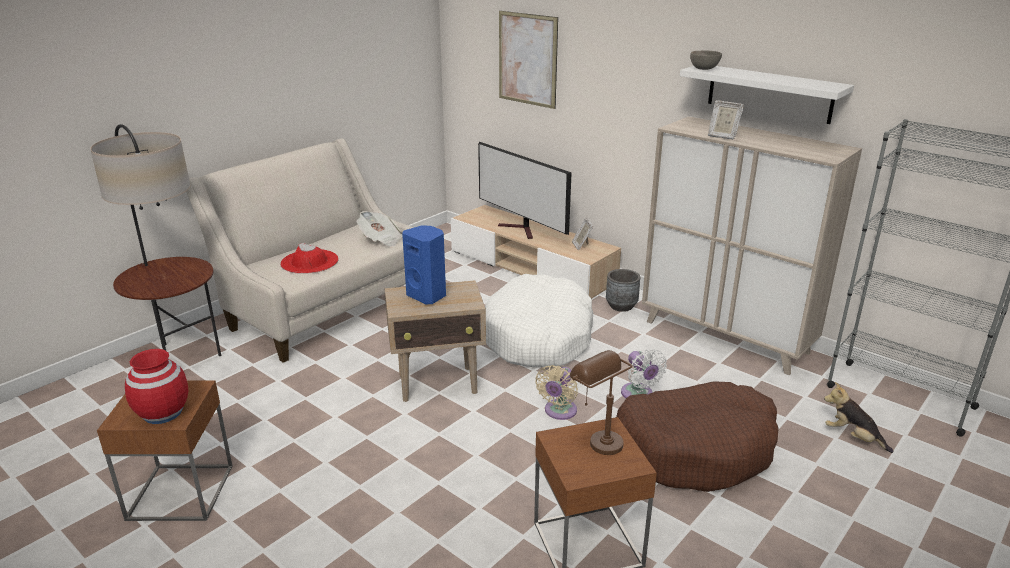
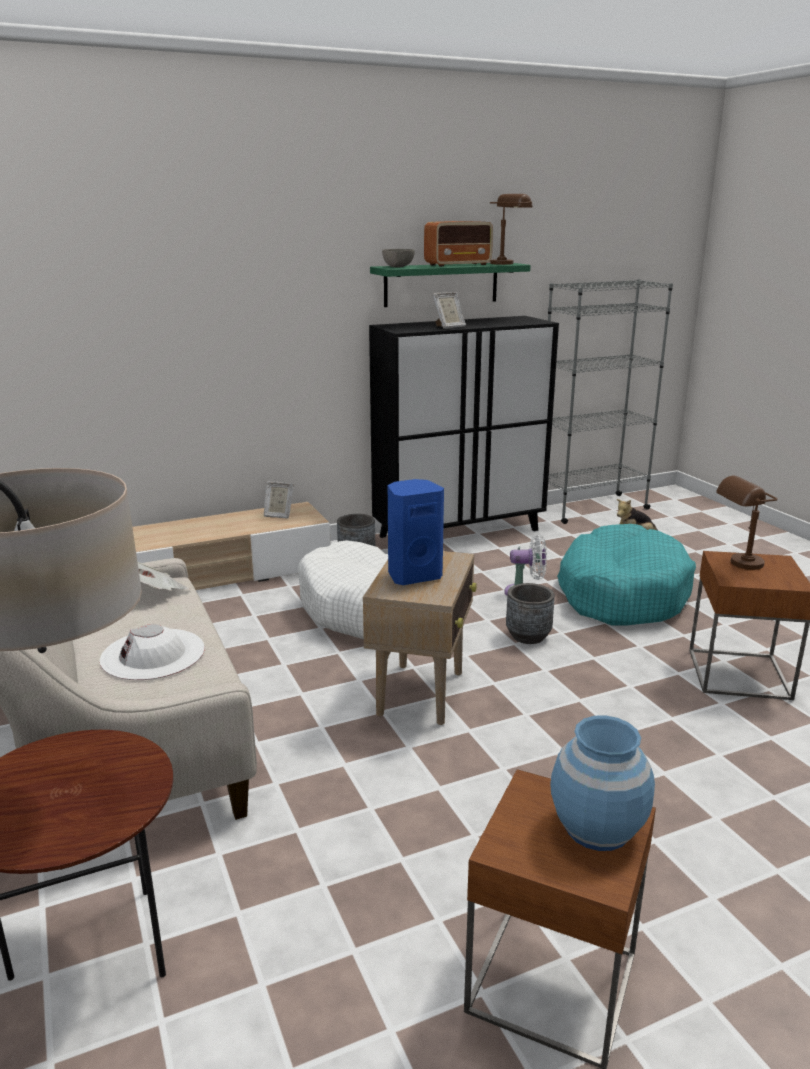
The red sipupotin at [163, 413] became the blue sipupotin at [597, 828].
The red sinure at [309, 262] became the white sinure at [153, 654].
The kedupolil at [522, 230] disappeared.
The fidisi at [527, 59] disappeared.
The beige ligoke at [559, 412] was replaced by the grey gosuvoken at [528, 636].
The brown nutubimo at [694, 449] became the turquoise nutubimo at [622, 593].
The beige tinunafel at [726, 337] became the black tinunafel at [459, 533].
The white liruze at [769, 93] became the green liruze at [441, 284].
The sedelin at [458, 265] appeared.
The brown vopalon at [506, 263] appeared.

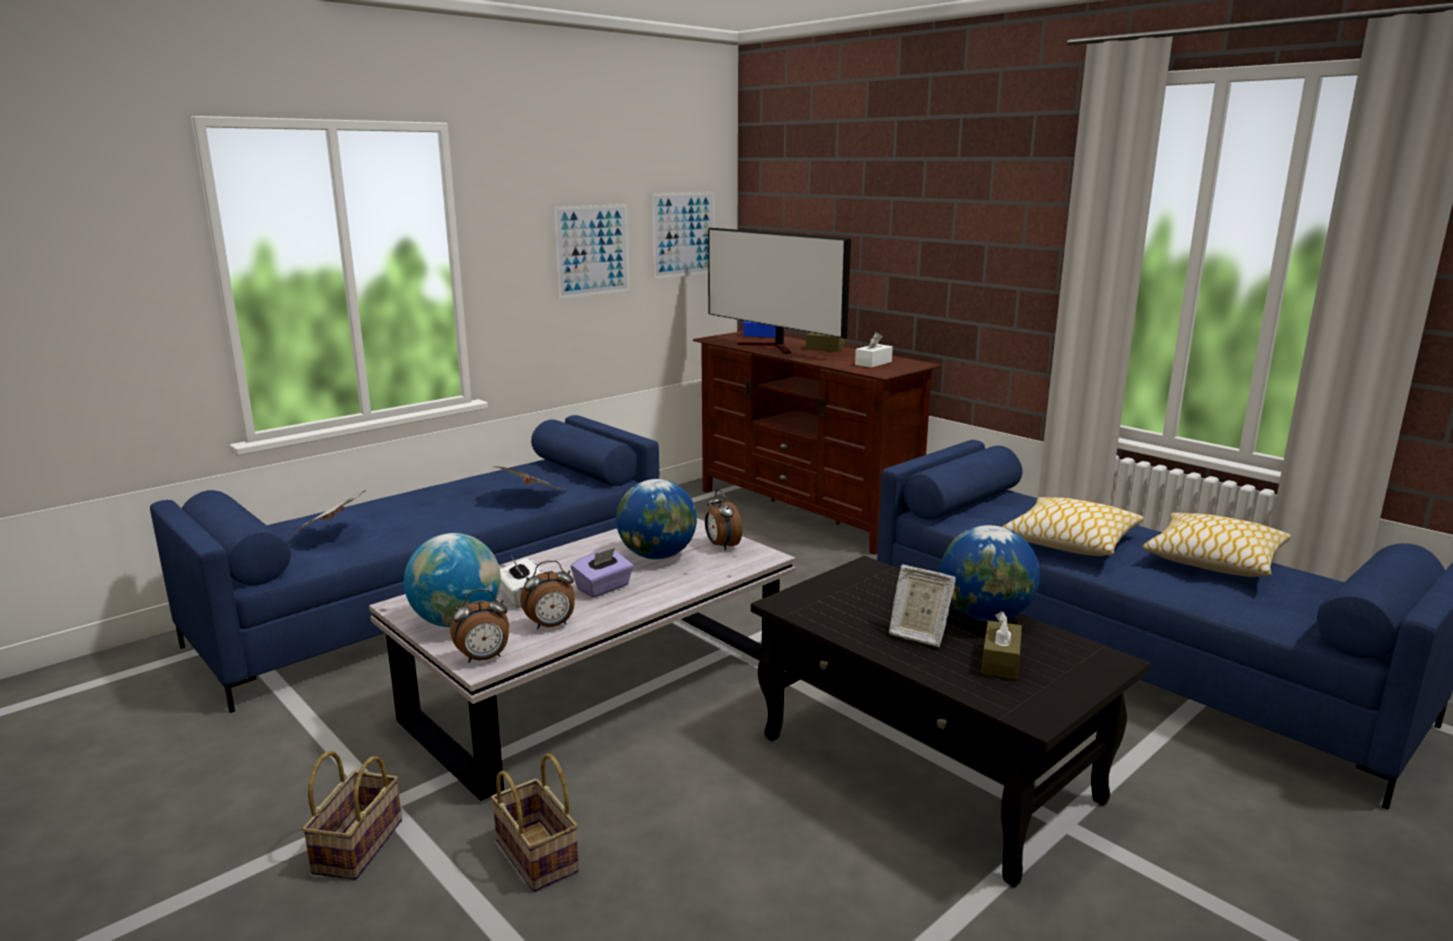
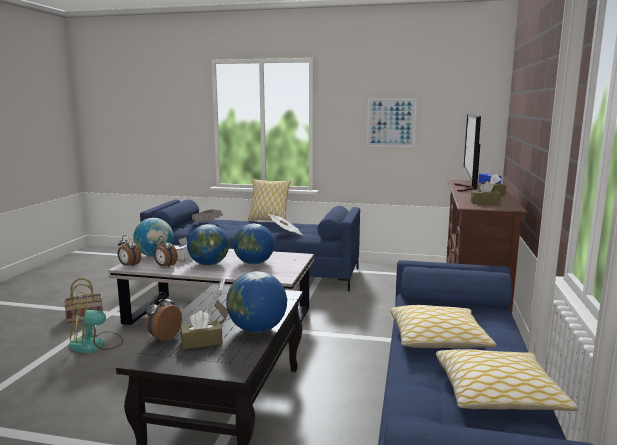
The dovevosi at [539, 856] was replaced by the ligoke at [95, 345].
The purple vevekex at [603, 588] was replaced by the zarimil at [209, 264].
The fidisi at [683, 234] disappeared.
The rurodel moved from [721, 546] to [163, 337].
The white vevekex at [873, 363] became the brown vevekex at [485, 203].
The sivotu at [268, 220] appeared.

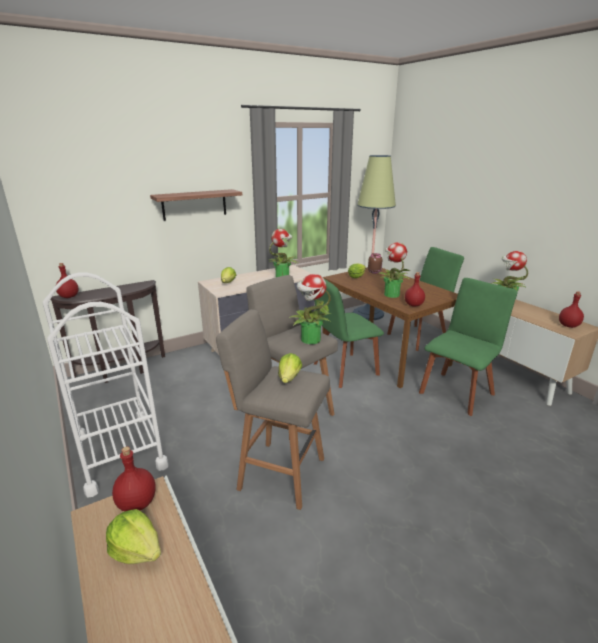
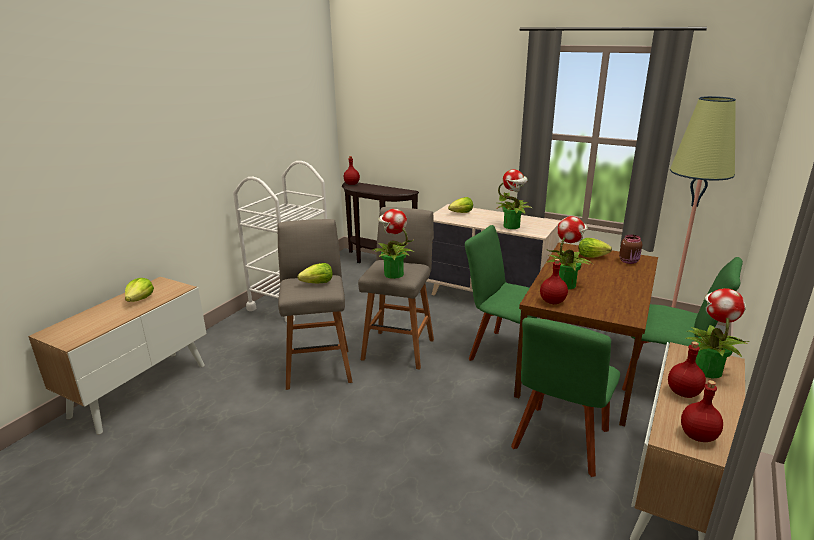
The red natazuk moved from [137, 503] to [684, 392].
The liruze at [194, 204] disappeared.
The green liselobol at [457, 391] turned 105 degrees clockwise.

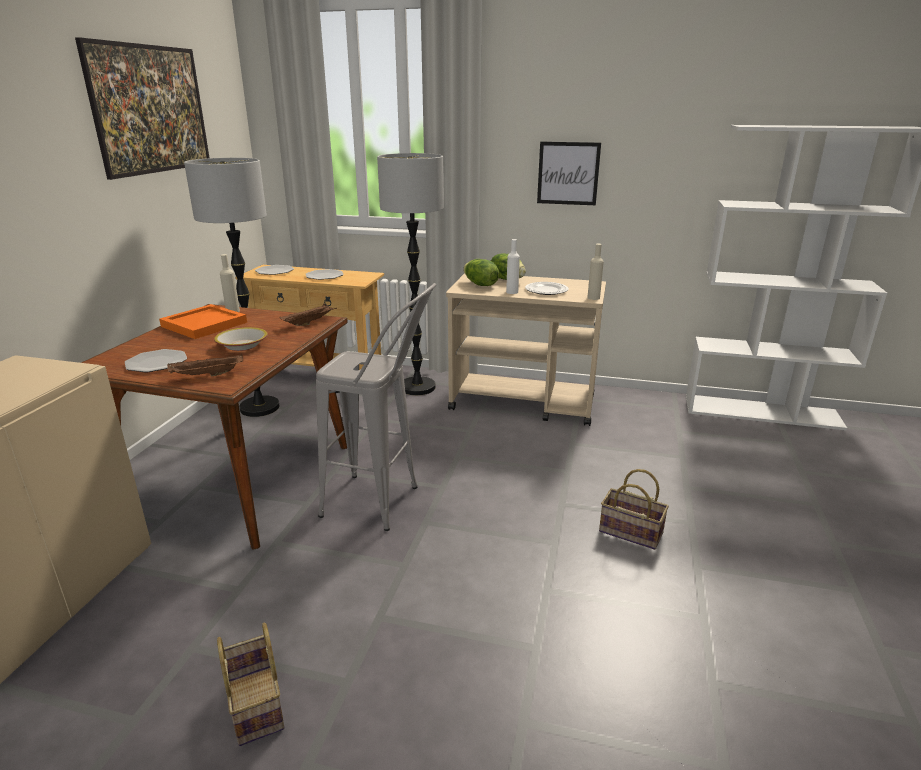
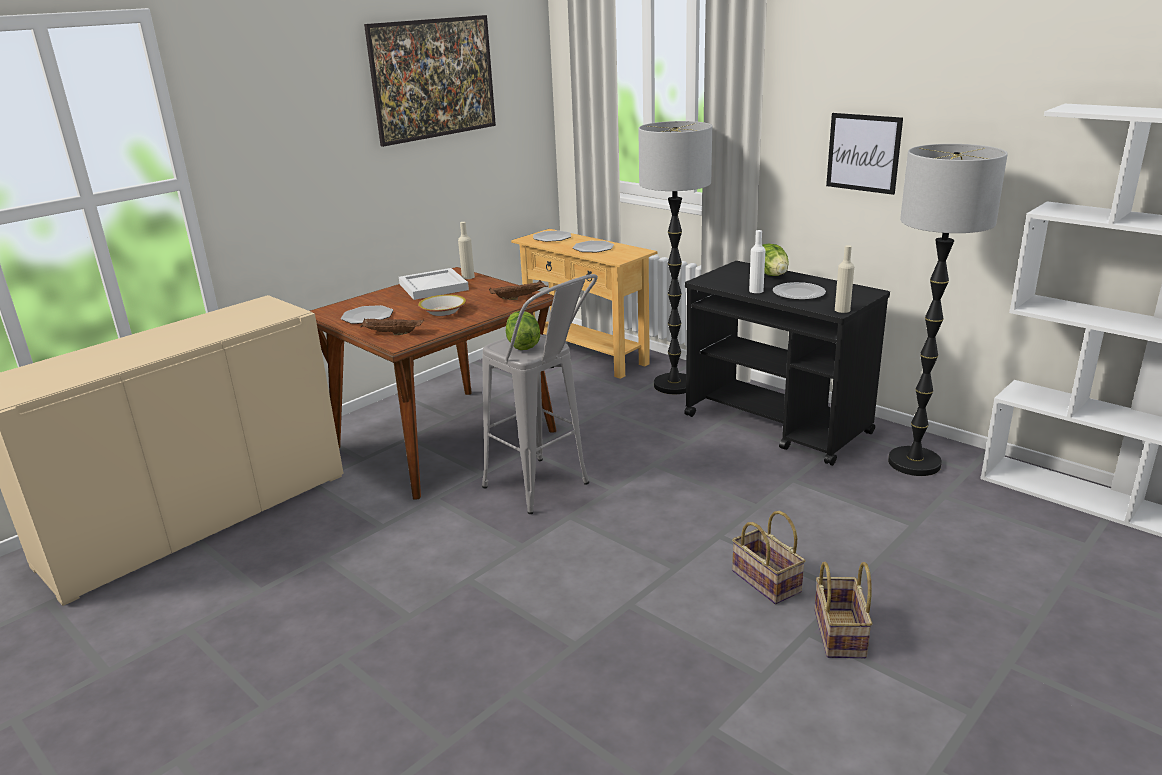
The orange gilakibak at [205, 324] became the white gilakibak at [434, 287].
The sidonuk moved from [260, 408] to [914, 463].
The dovevosi moved from [258, 706] to [841, 635].
The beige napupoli at [524, 403] became the black napupoli at [778, 425].
The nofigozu moved from [480, 284] to [522, 345].

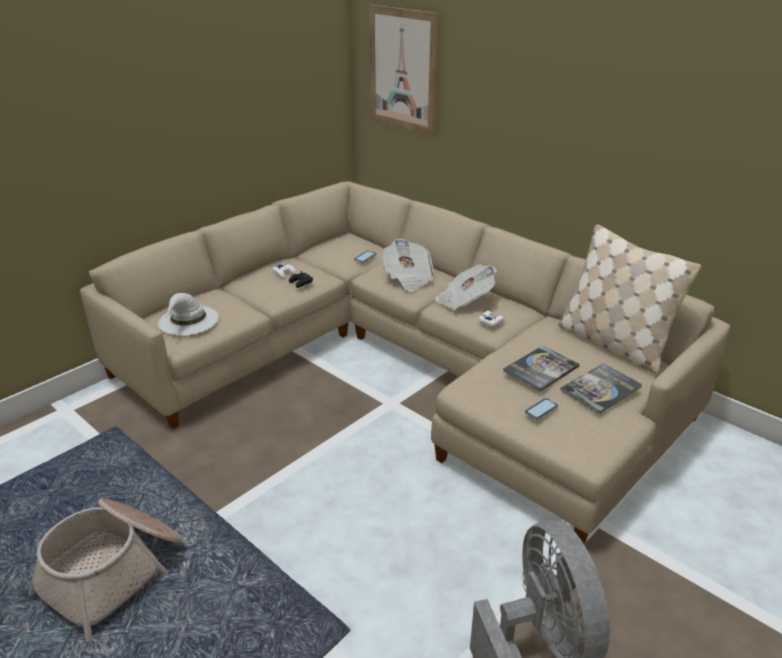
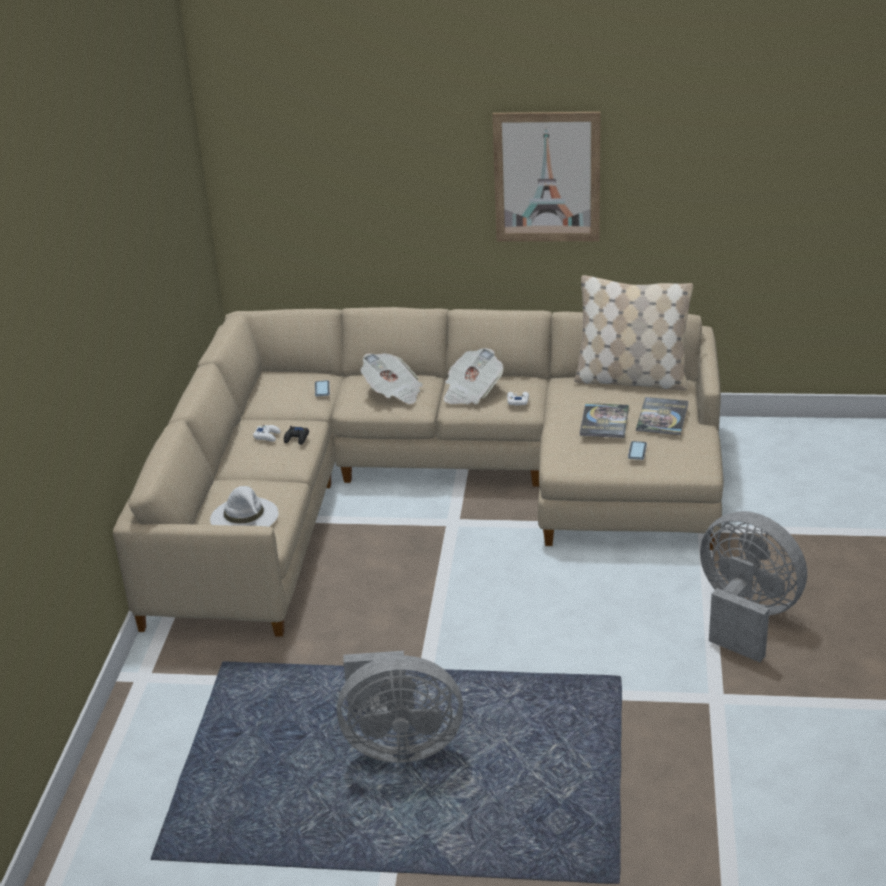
The dovevosi at [115, 572] was replaced by the grey ligoke at [399, 745].
The fidisi moved from [403, 70] to [547, 177].

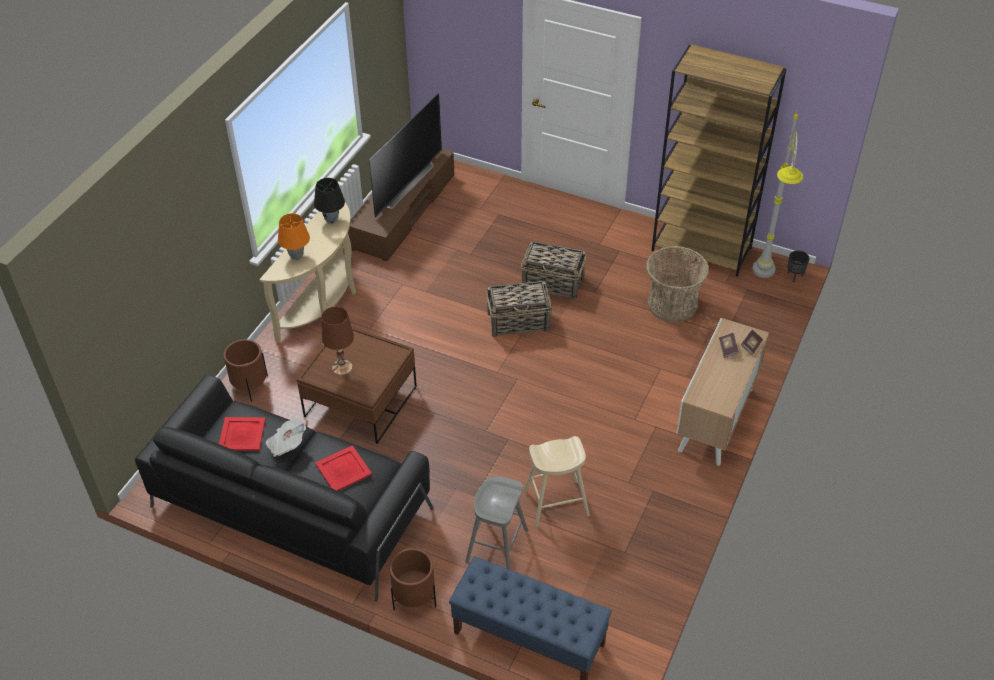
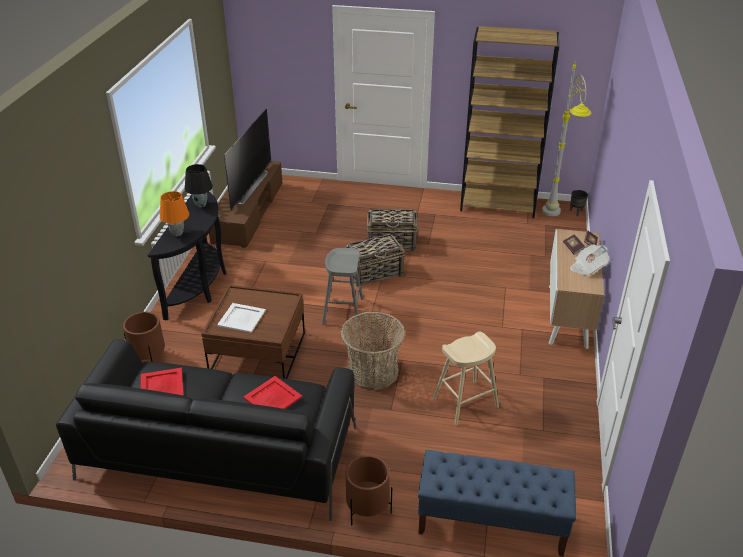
The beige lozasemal at [324, 304] became the black lozasemal at [200, 286].
The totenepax moved from [286, 444] to [587, 268].
The brown vopalon at [342, 367] was replaced by the white gilakibak at [241, 318].
The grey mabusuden moved from [496, 546] to [343, 311].
The dovevosi moved from [672, 304] to [372, 372].

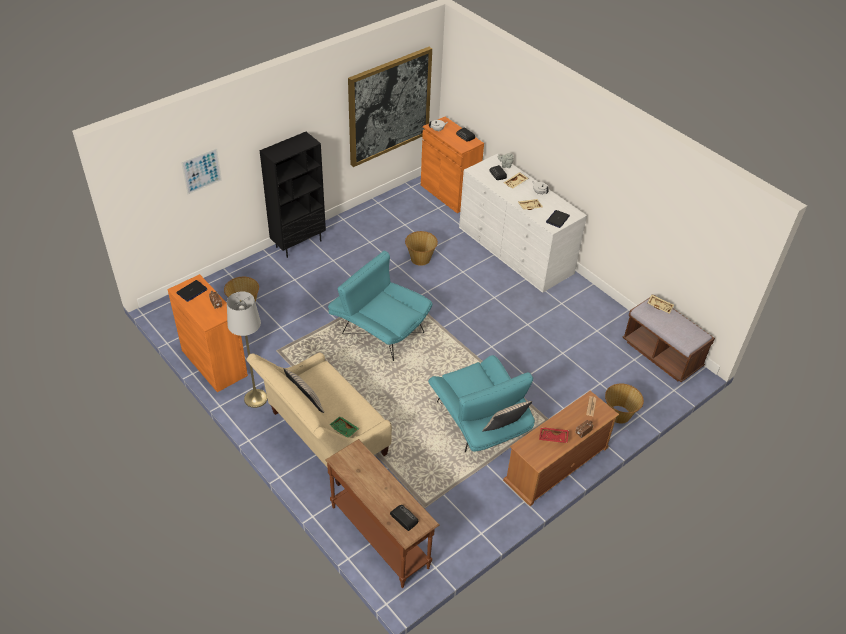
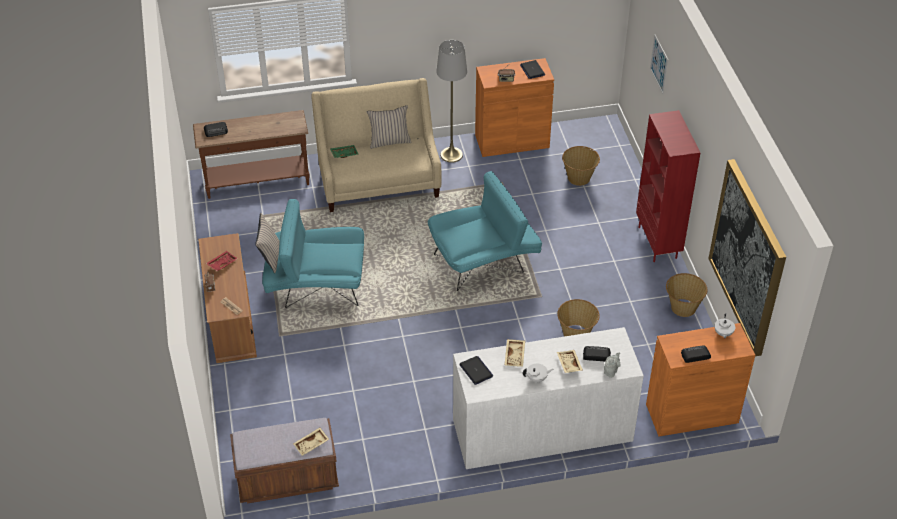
The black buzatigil at [298, 243] became the red buzatigil at [658, 243].
The dovevosi moved from [619, 414] to [683, 307].

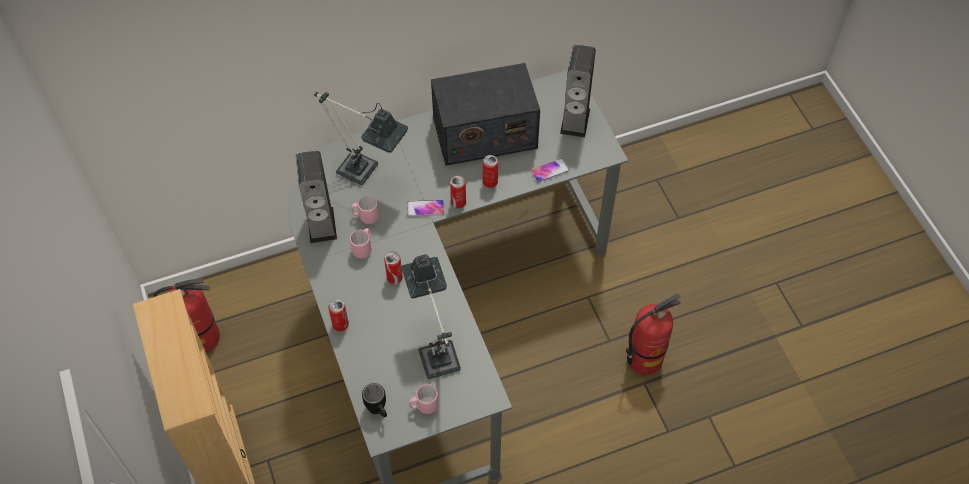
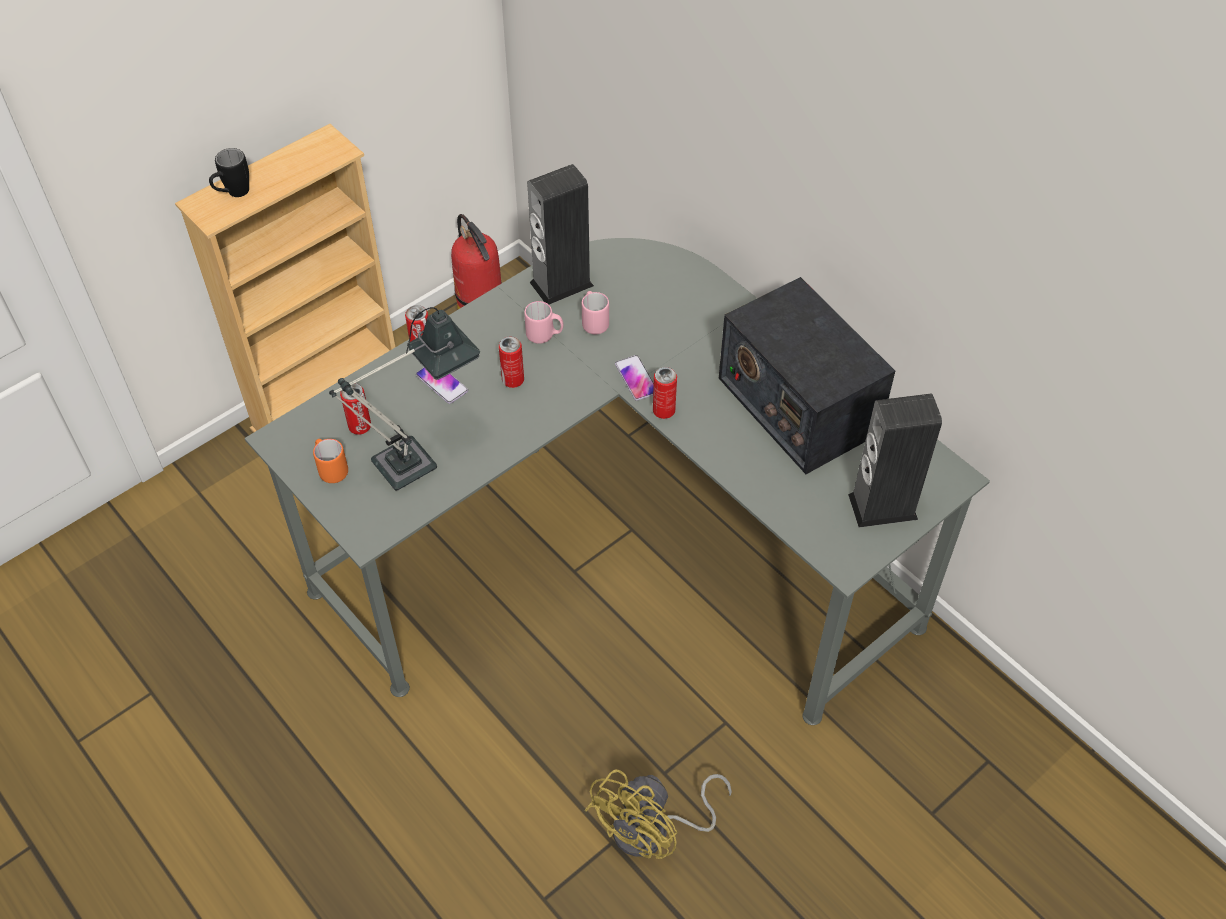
The vopalon at [365, 173] disappeared.
The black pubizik moved from [378, 411] to [233, 194].
The pink pubizik at [424, 406] became the orange pubizik at [331, 469].
The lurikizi moved from [490, 182] to [360, 426].
The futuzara moved from [550, 171] to [442, 383].
The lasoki at [644, 359] was replaced by the yellow ligoke at [653, 831].

